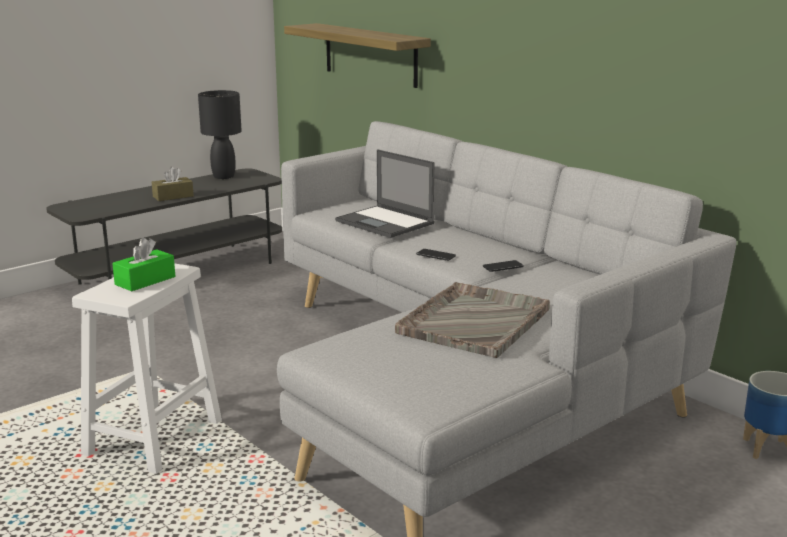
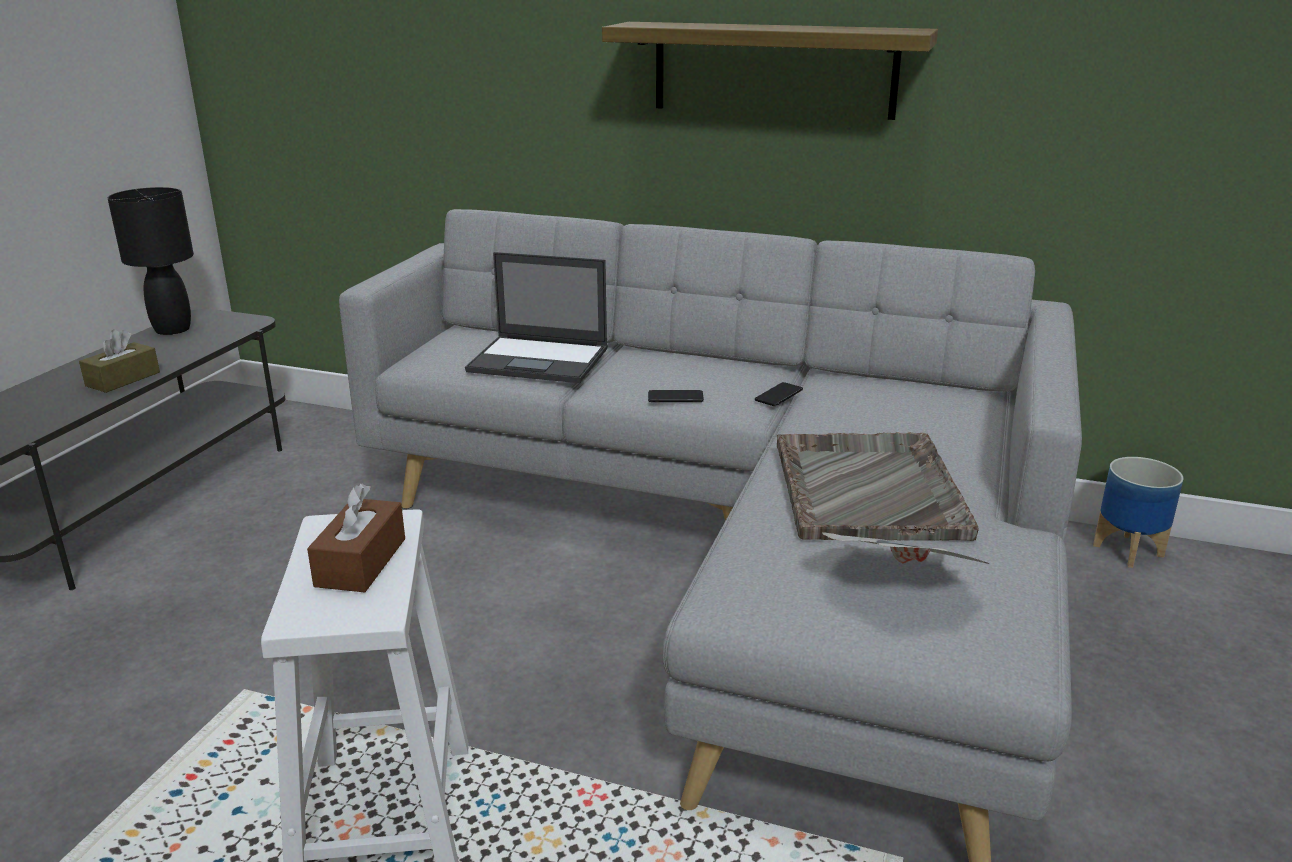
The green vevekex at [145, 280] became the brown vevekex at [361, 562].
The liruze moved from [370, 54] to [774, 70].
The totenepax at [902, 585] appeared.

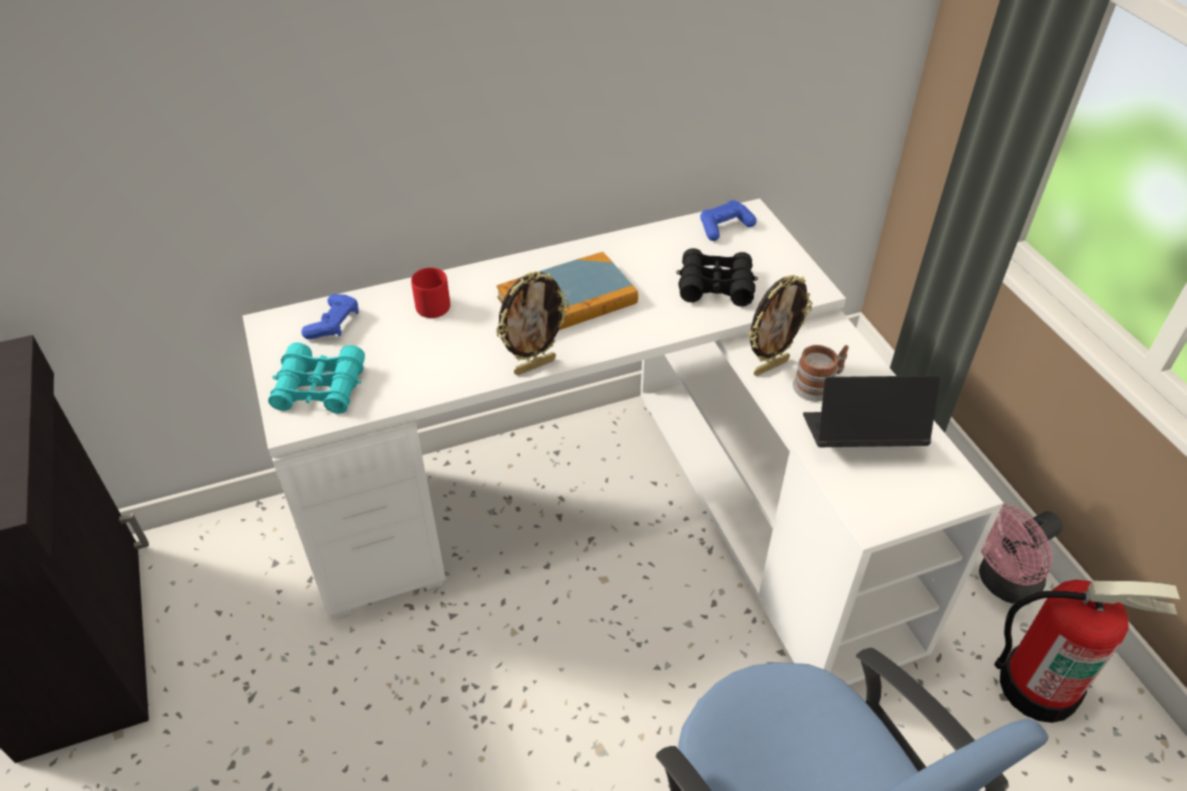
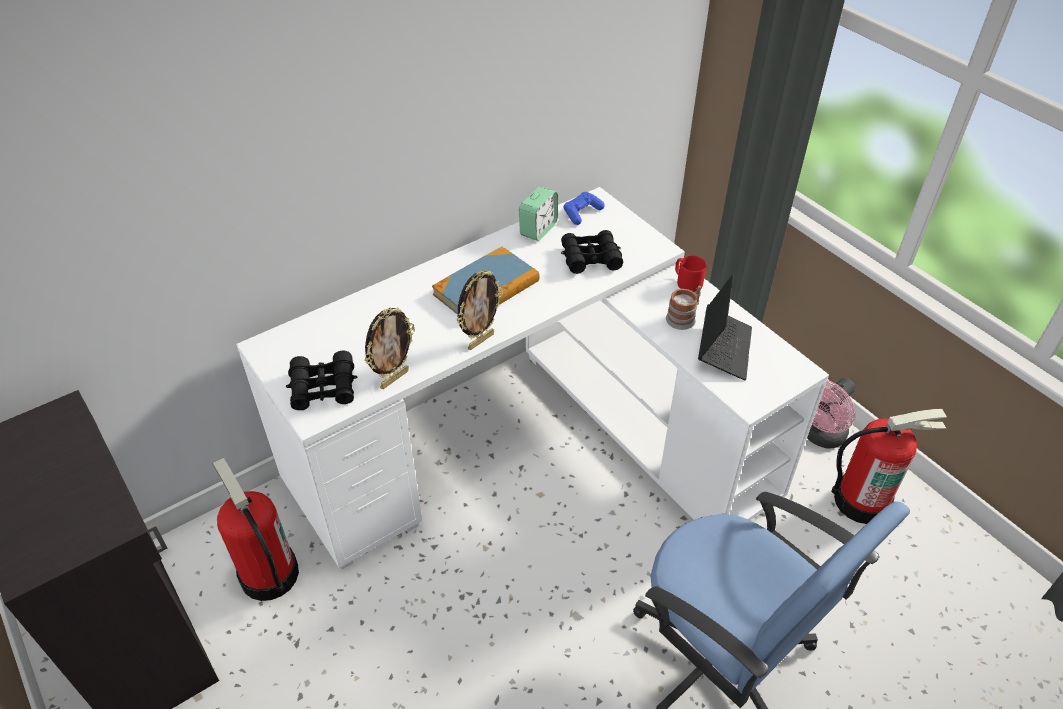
The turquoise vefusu at [320, 388] became the black vefusu at [323, 387].
The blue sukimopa at [334, 324] disappeared.
The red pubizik moved from [431, 304] to [687, 282].
The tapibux moved from [770, 366] to [394, 378].
The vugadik at [861, 437] turned 120 degrees clockwise.
The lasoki at [268, 575] appeared.
The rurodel at [538, 229] appeared.

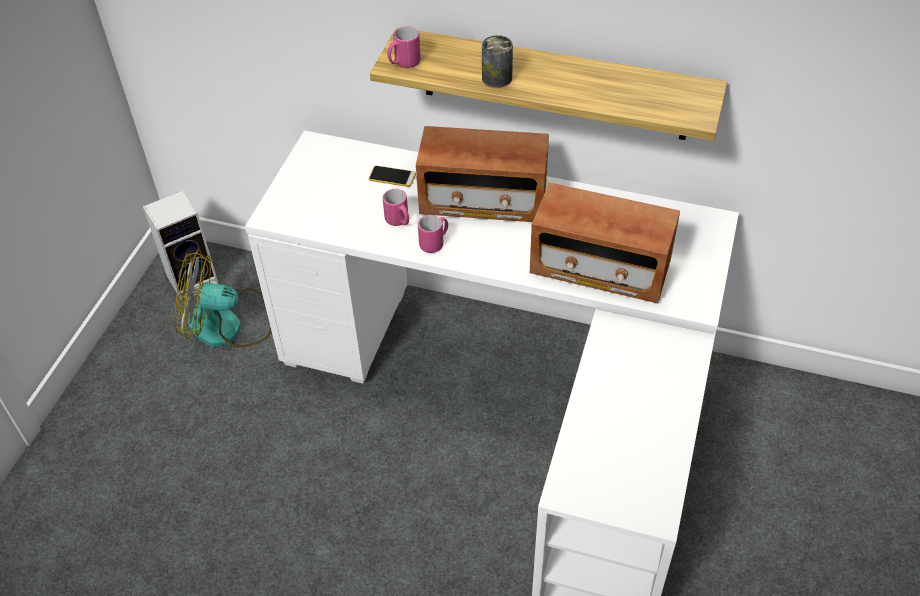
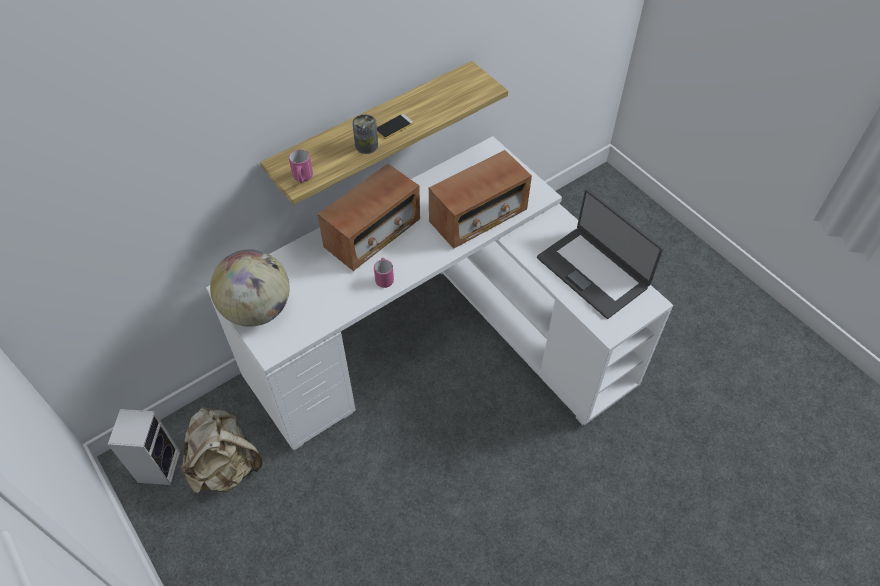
The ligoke at [228, 325] was replaced by the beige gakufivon at [226, 466].
The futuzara moved from [392, 177] to [394, 126].
The pink pubizik at [399, 221] disappeared.
The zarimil at [257, 309] appeared.
The vugadik at [593, 271] appeared.

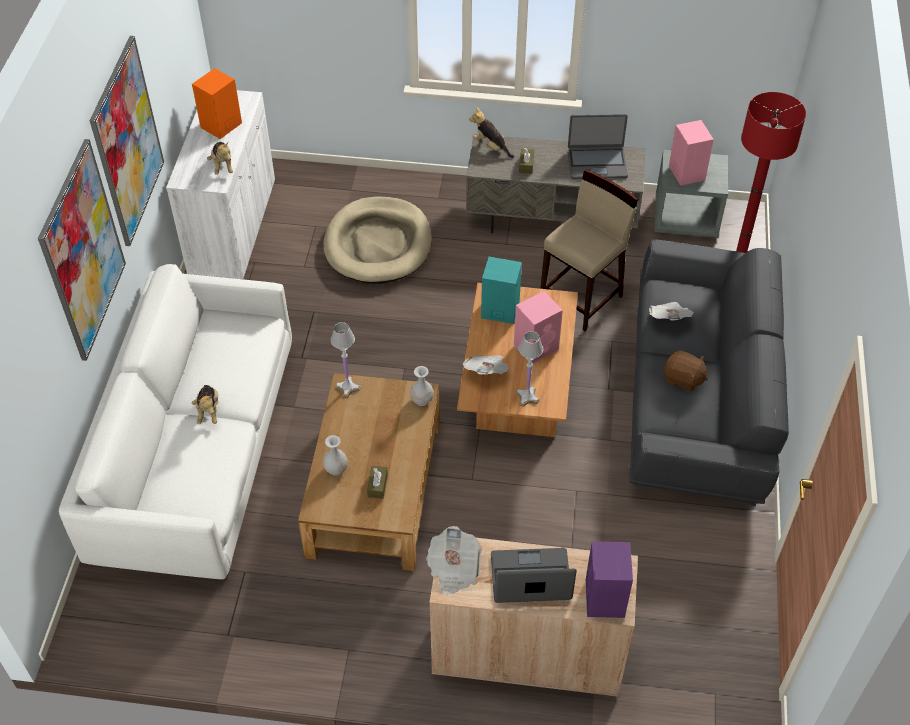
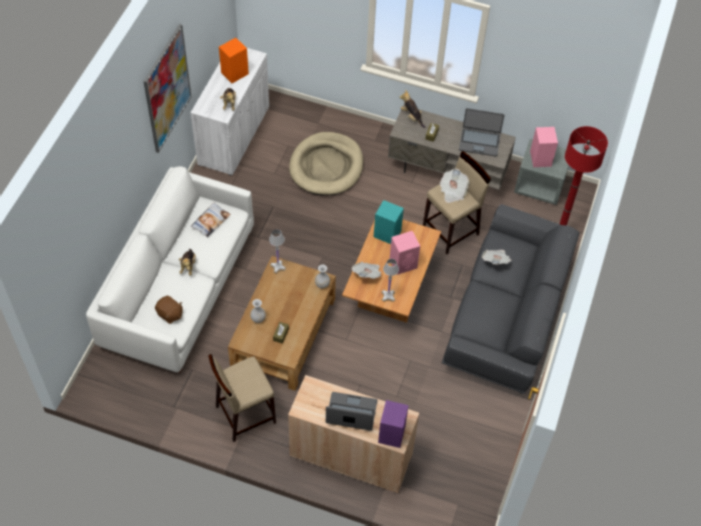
The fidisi at [83, 251] disappeared.
The totenepax moved from [454, 569] to [453, 191].
The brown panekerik moved from [683, 379] to [170, 314].
The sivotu at [210, 221] appeared.
The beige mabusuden at [244, 414] appeared.

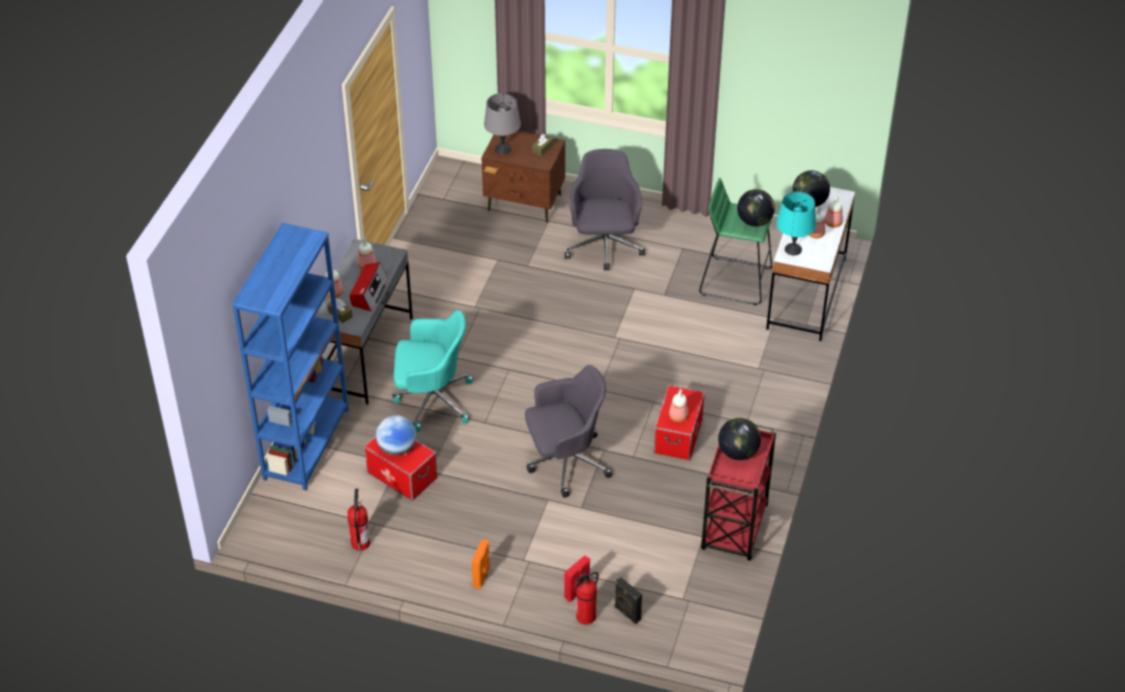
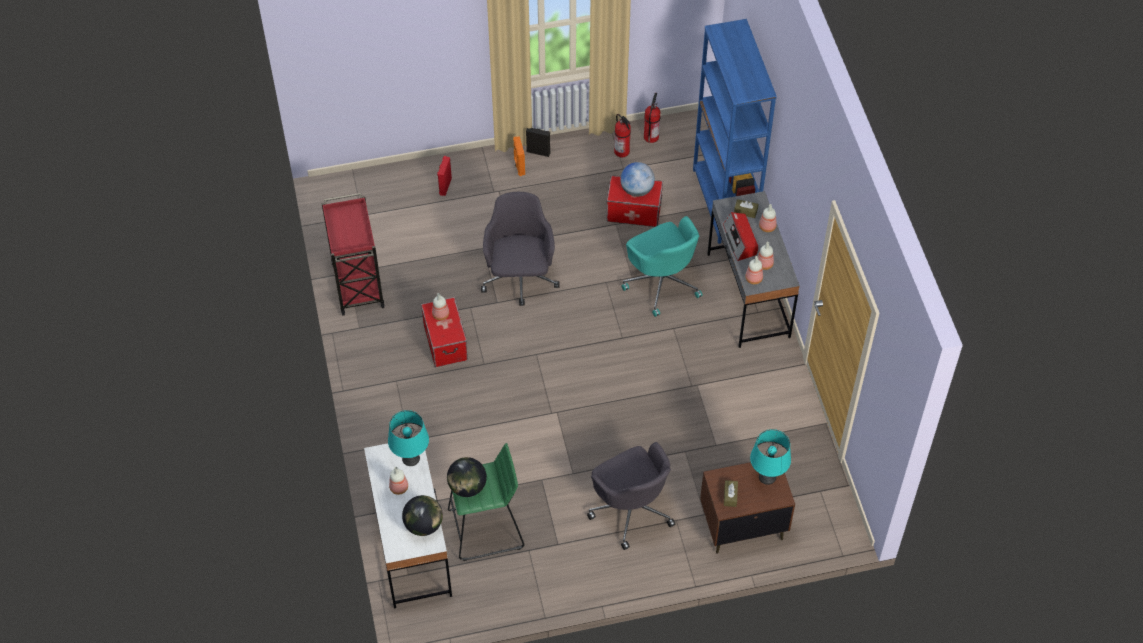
The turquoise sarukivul at [432, 400] turned 90 degrees counterclockwise.
The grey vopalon at [503, 149] became the turquoise vopalon at [767, 477].
The grey sarukivul at [565, 462] turned 135 degrees clockwise.
The lasoki moved from [585, 617] to [651, 136].
The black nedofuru moved from [626, 613] to [538, 151].
The zarimil at [738, 453] disappeared.
The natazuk moved from [832, 223] to [754, 278].

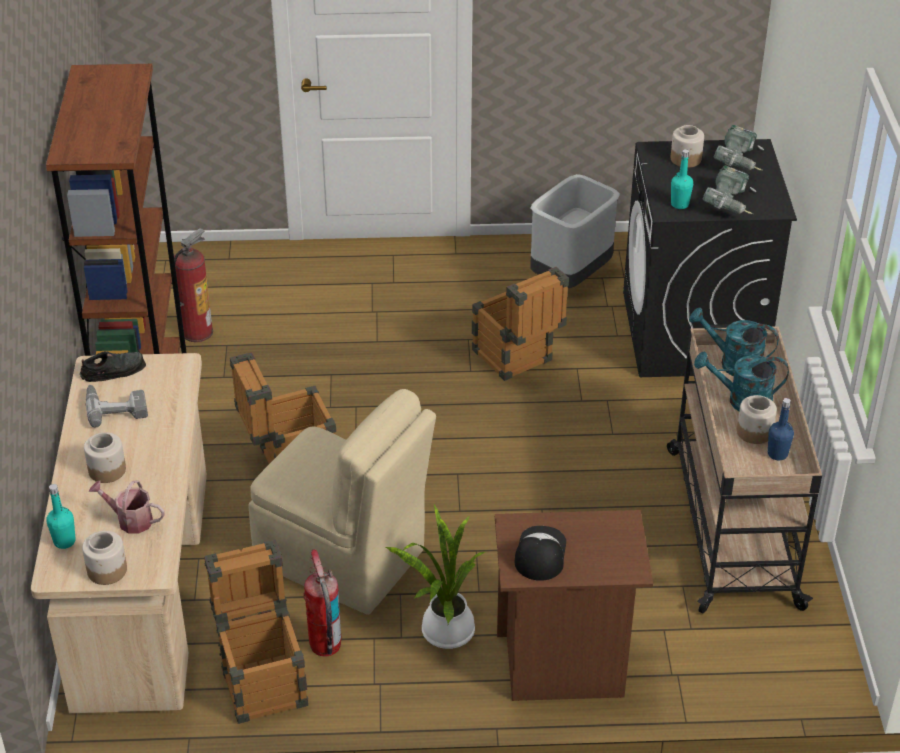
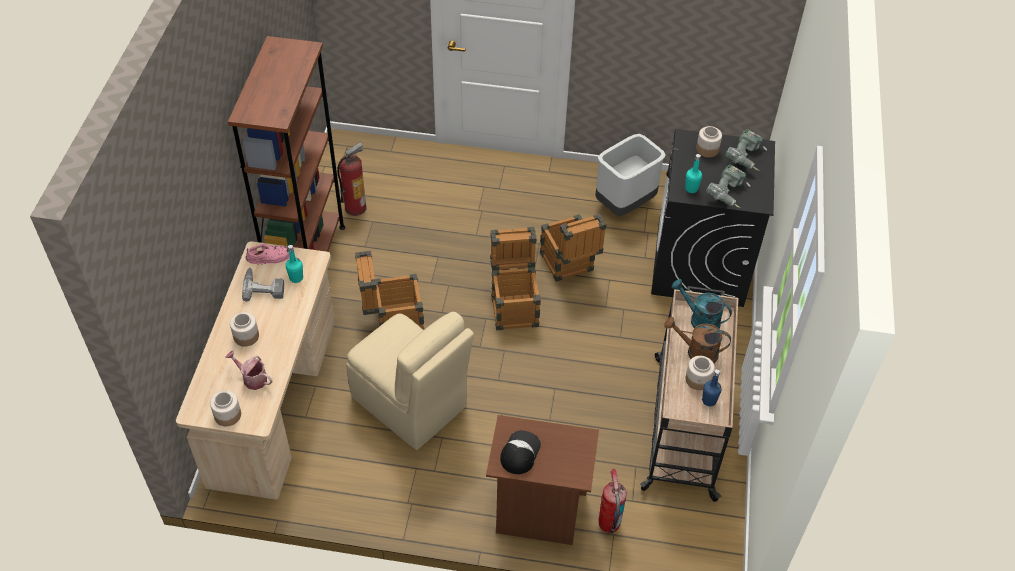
The turquoise natazuk moved from [64, 541] to [296, 278].
The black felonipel at [114, 370] became the pink felonipel at [269, 257].
The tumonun moved from [262, 678] to [514, 306].
The lasoki moved from [325, 645] to [609, 524].
The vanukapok at [444, 633] disappeared.
The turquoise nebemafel at [741, 401] became the brown nebemafel at [696, 352].

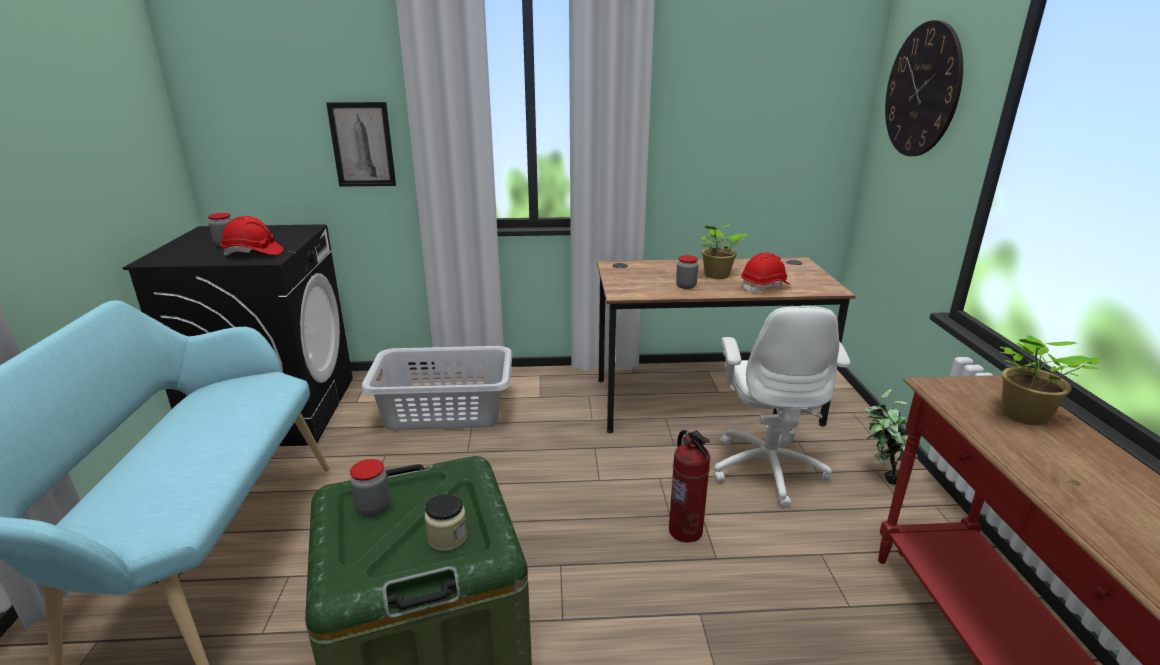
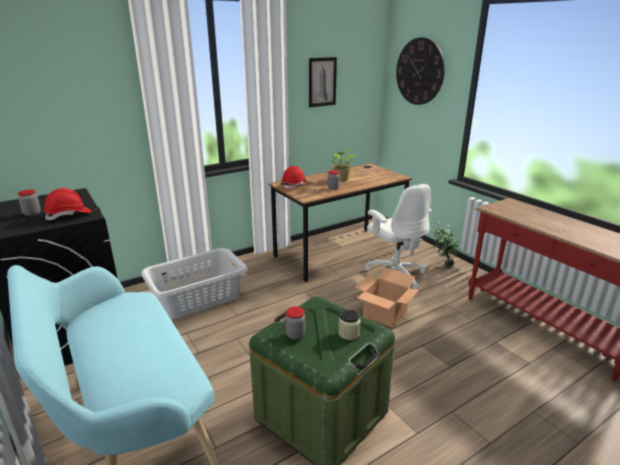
The fidisi moved from [362, 145] to [322, 82].
The lasoki at [686, 531] was replaced by the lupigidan at [385, 314].
The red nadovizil moved from [764, 287] to [294, 185].
The vanukapok at [1022, 416] disappeared.

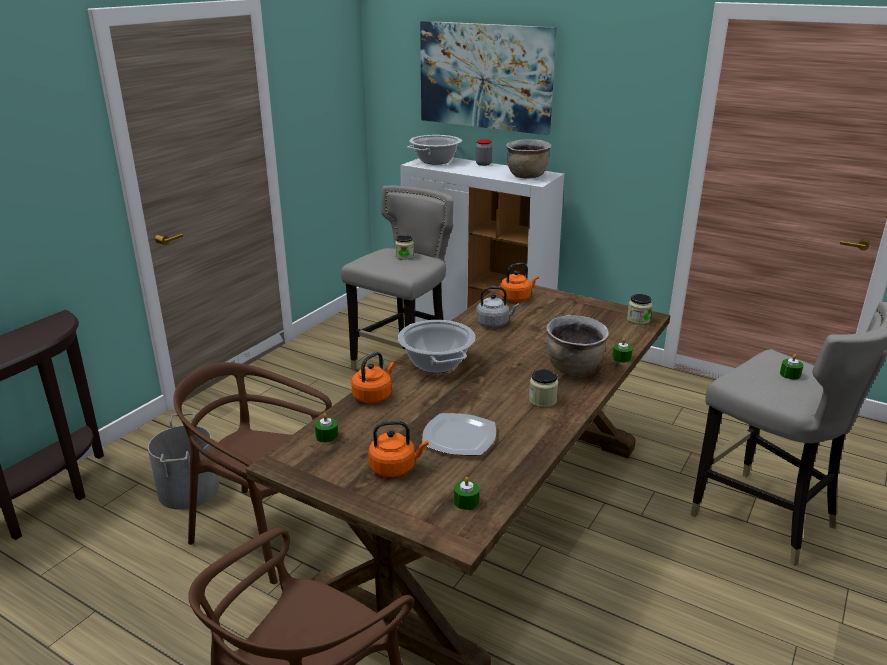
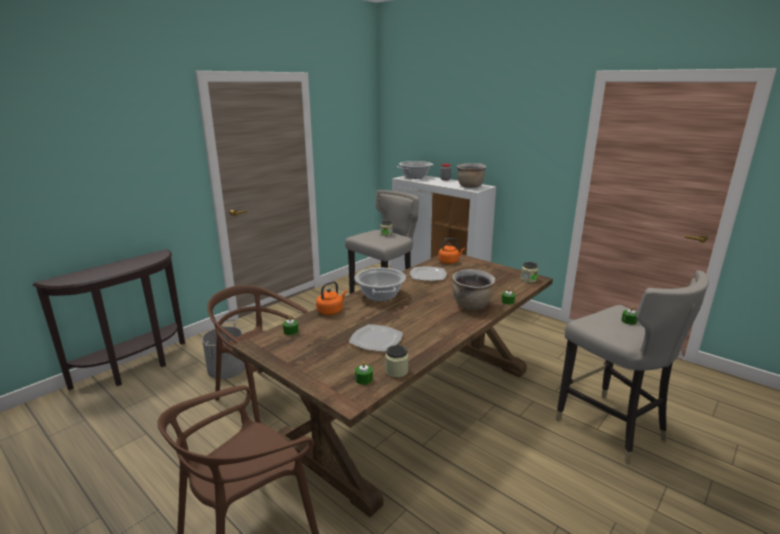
The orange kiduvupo at [395, 468] disappeared.
The fidisi at [485, 76] disappeared.
The grey kiduvupo at [494, 323] was replaced by the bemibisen at [428, 275].
The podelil moved from [542, 400] to [396, 371].

